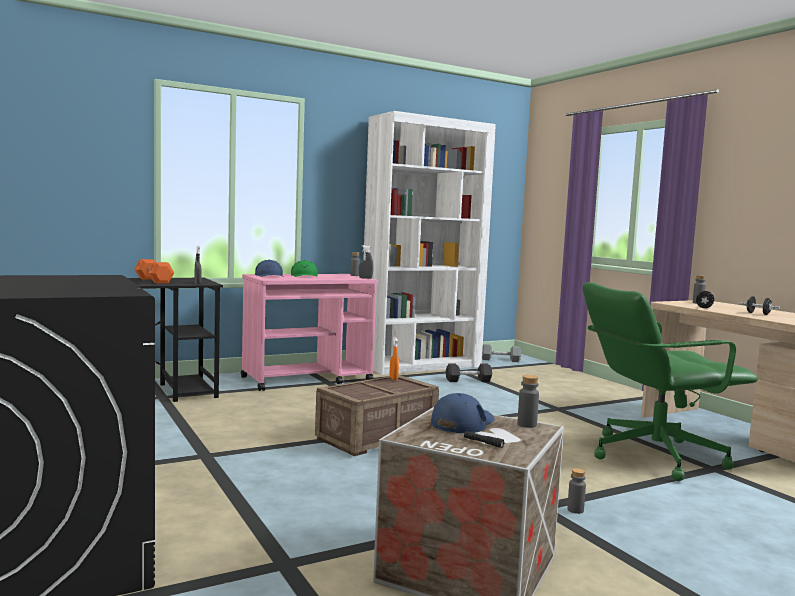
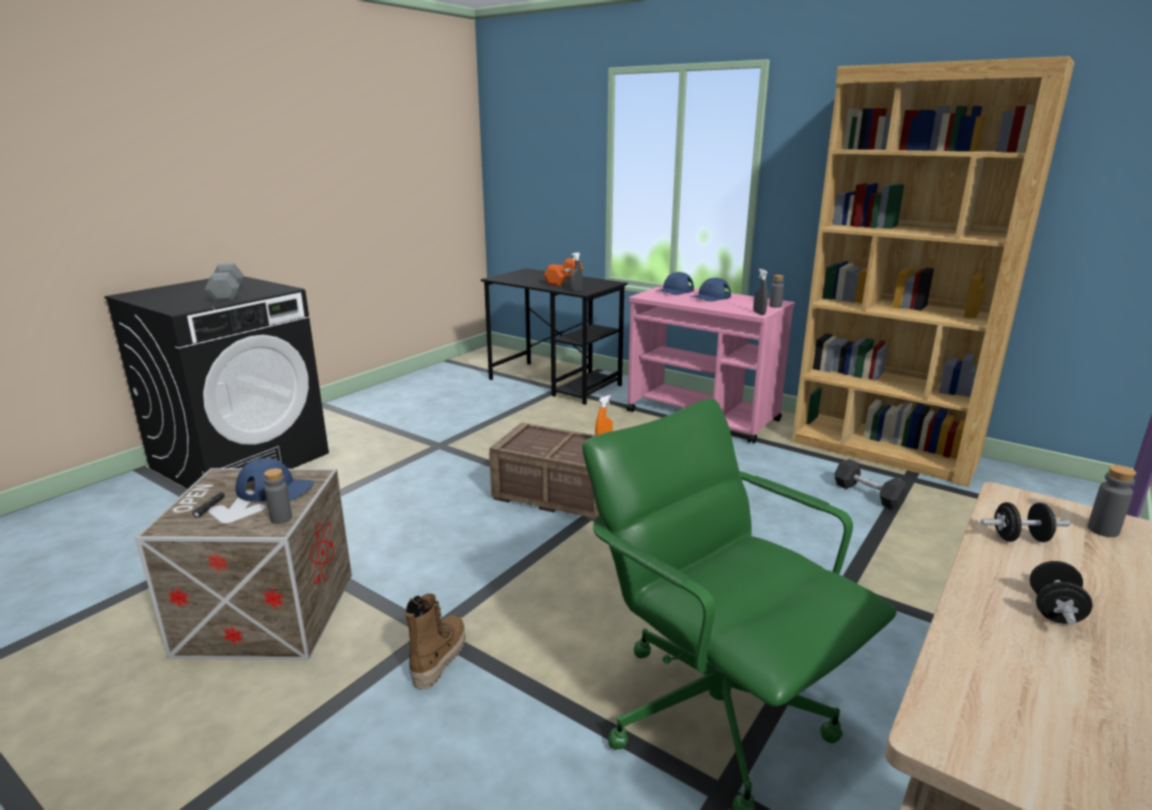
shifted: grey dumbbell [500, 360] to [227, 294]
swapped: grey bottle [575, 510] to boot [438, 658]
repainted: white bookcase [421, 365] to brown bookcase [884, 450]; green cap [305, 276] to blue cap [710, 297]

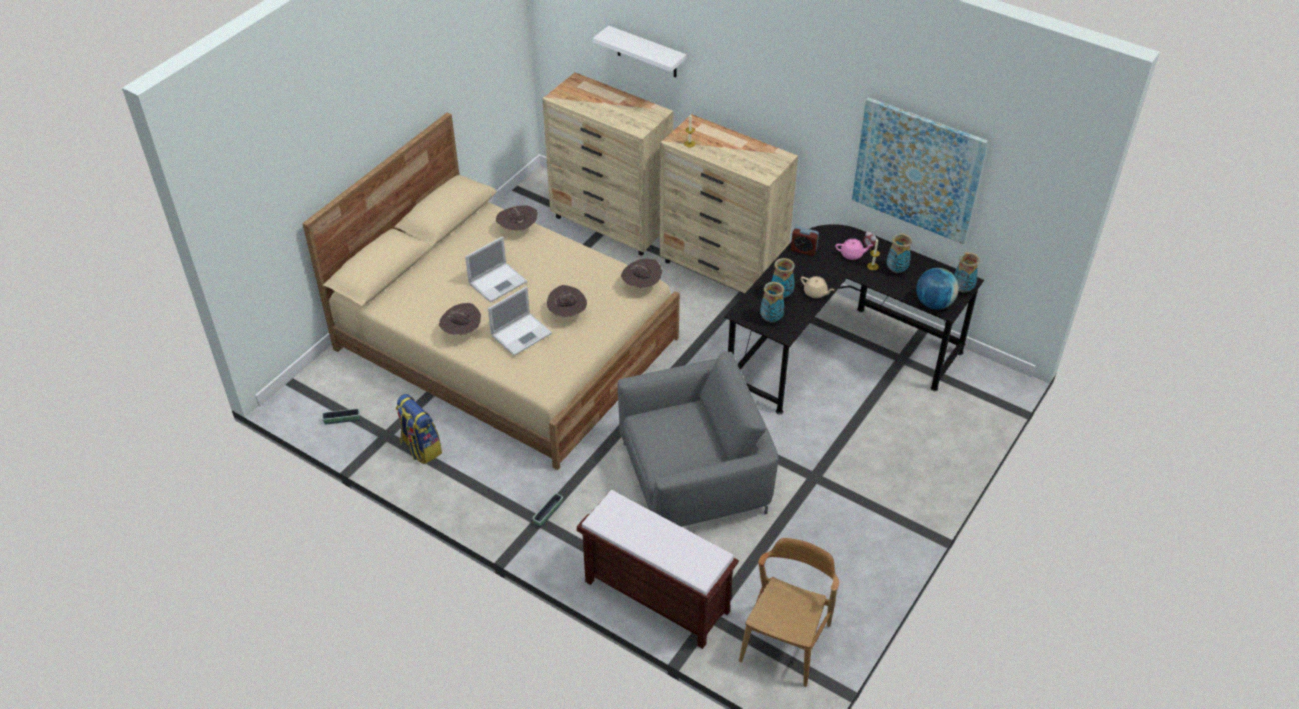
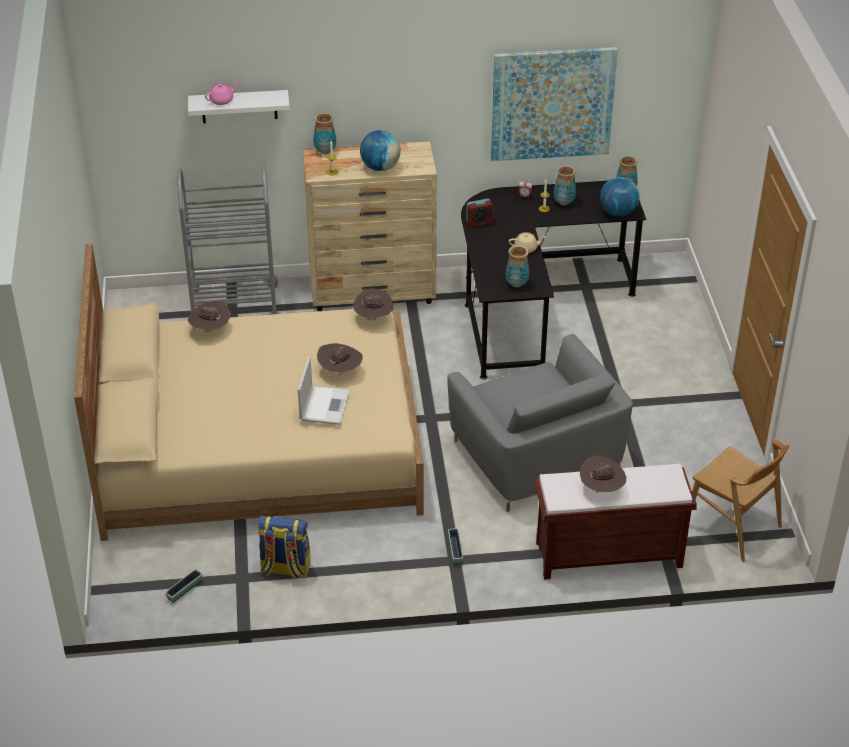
gone: laptop [498, 282]
new: globe [380, 167]
shifted: pink teapot [852, 254] to [222, 100]; vase [781, 294] to [325, 151]; brown hat [462, 332] to [601, 488]
swapped: beige dresser [611, 224] to grey cart [234, 305]
rotated: grey armchair [694, 478] = [536, 456] 120 degrees clockwise; brown chair [785, 643] = [732, 526] 150 degrees clockwise

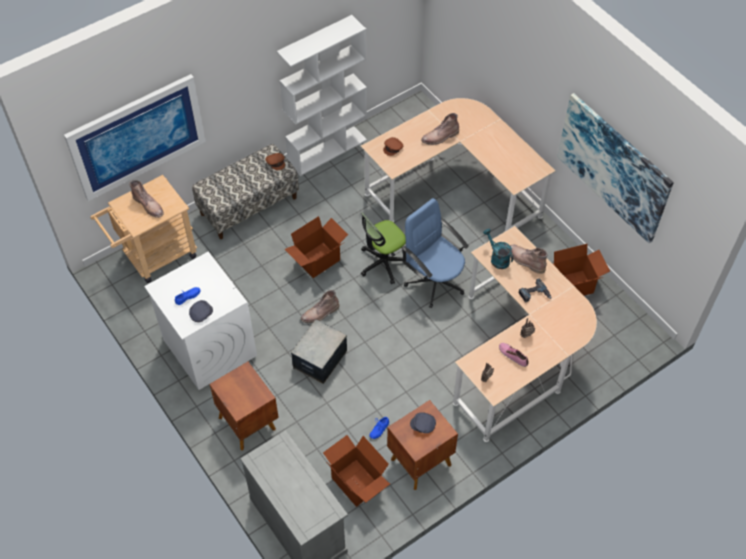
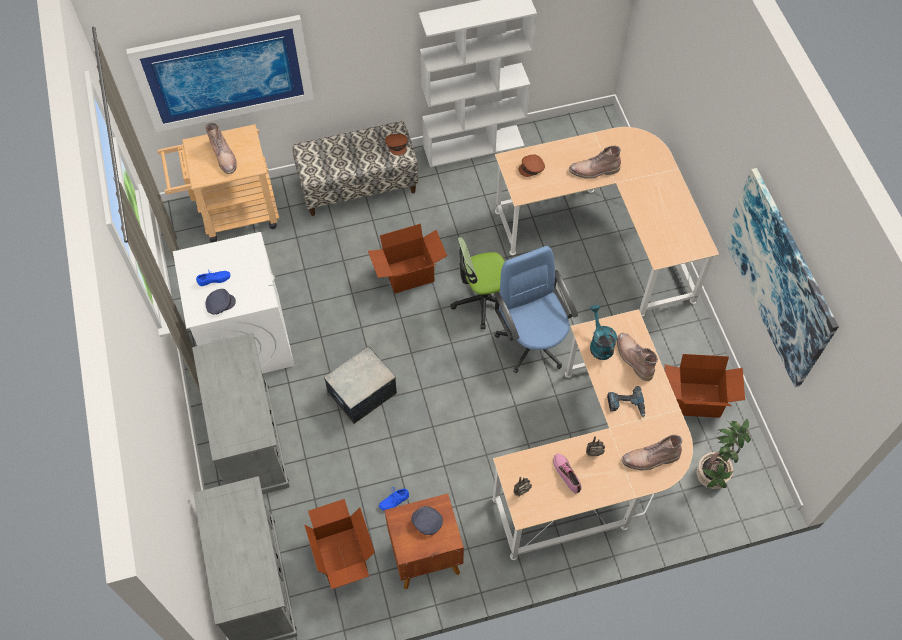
new: potted plant [713, 475]
shifted: brown boot [320, 313] to [650, 459]
swapped: brown nightstand [247, 422] to grey cabinet [251, 441]

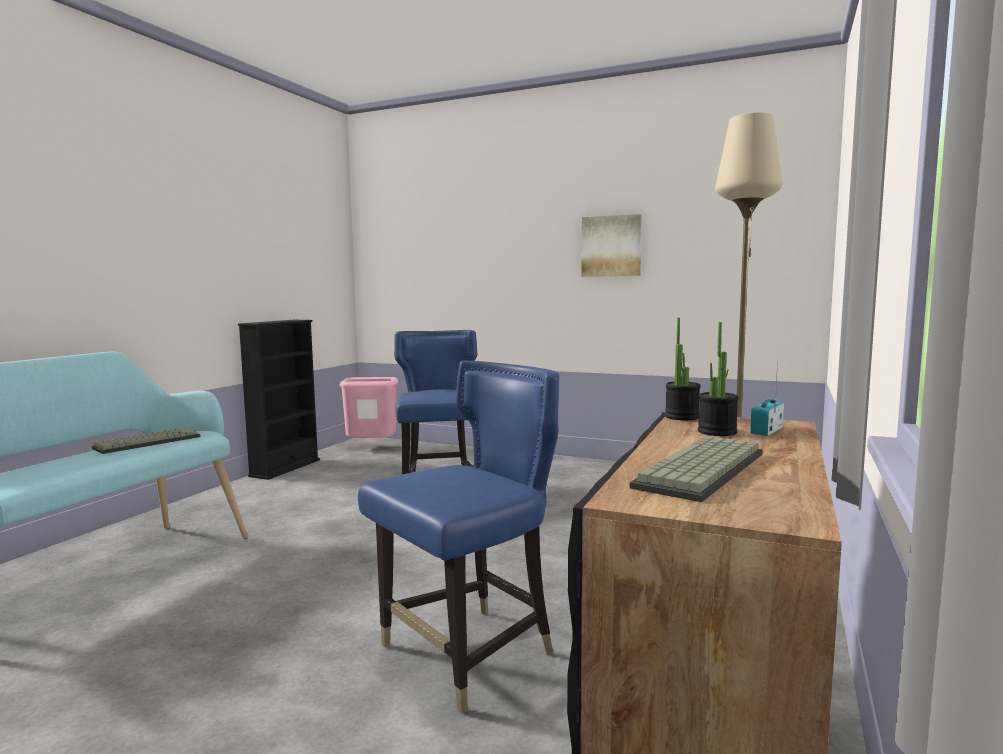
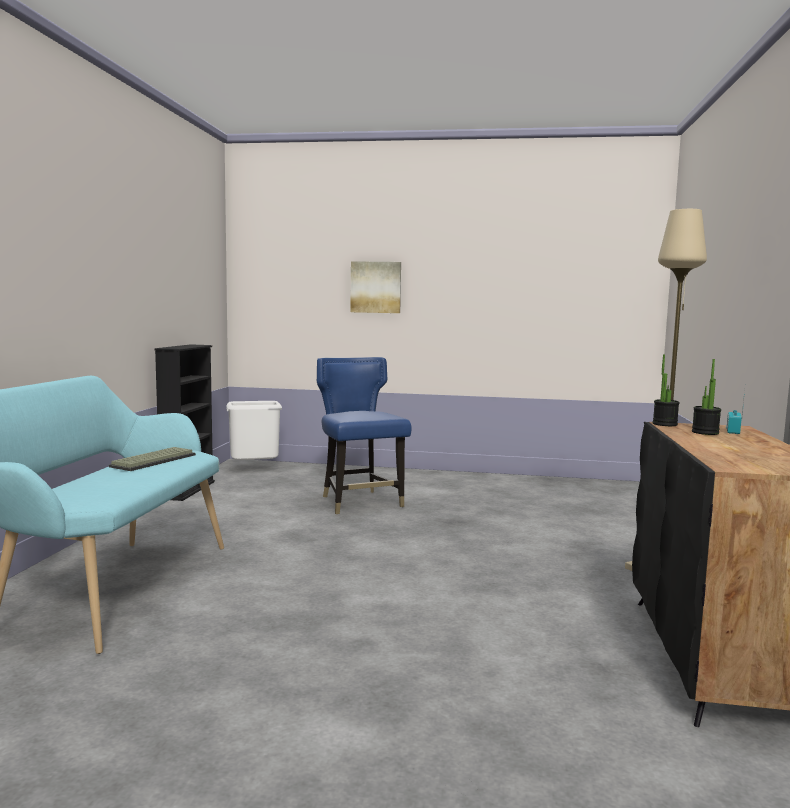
gone: blue chair [469, 653]; keyboard [704, 471]
shifted: picture [611, 246] to [376, 287]
repainted: pink trash can [372, 448] to white trash can [255, 469]

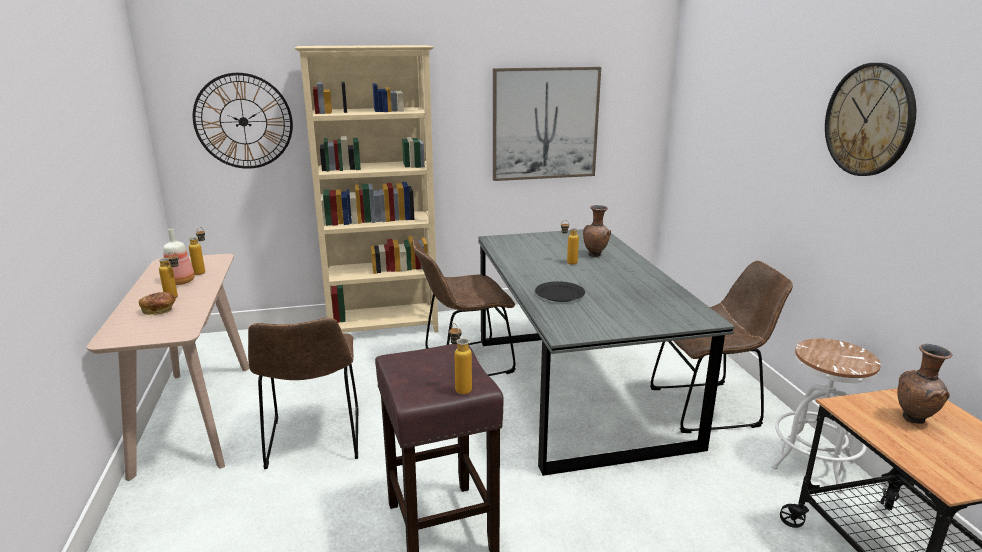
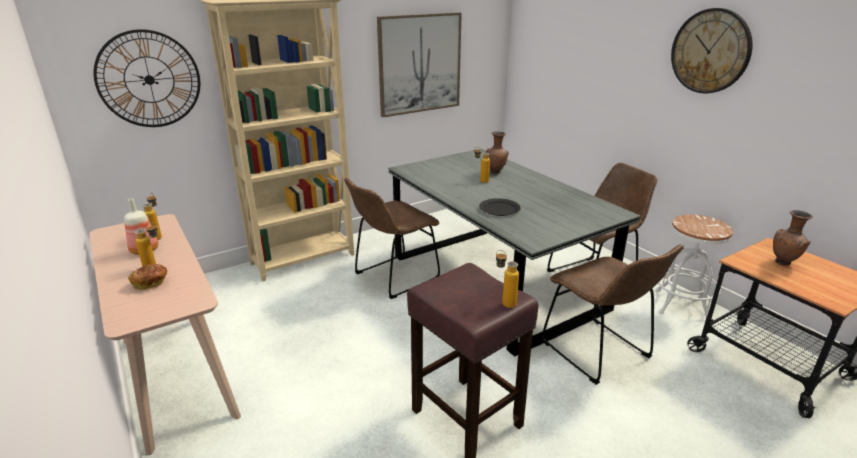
shifted: brown chair [314, 442] to [599, 353]

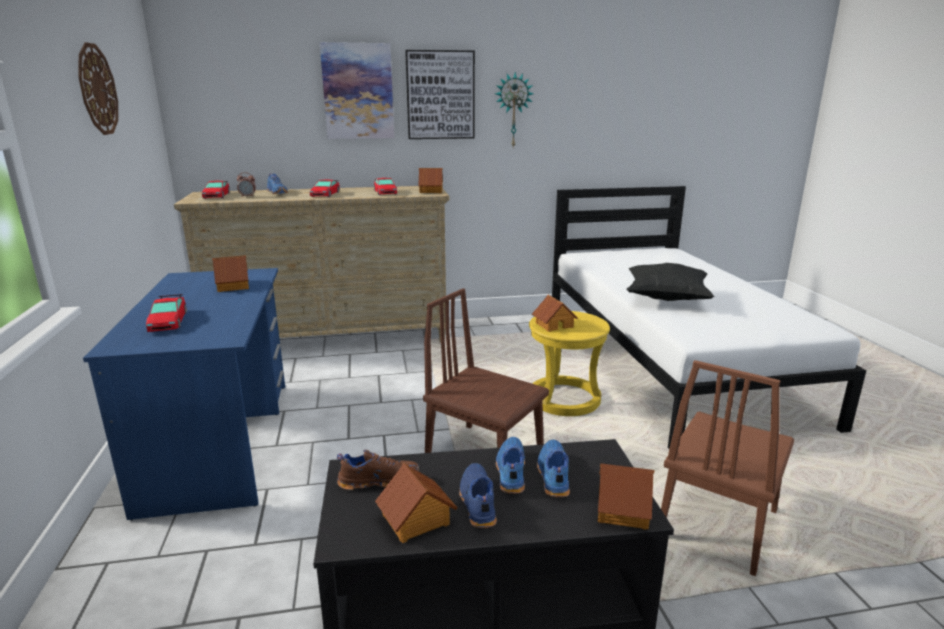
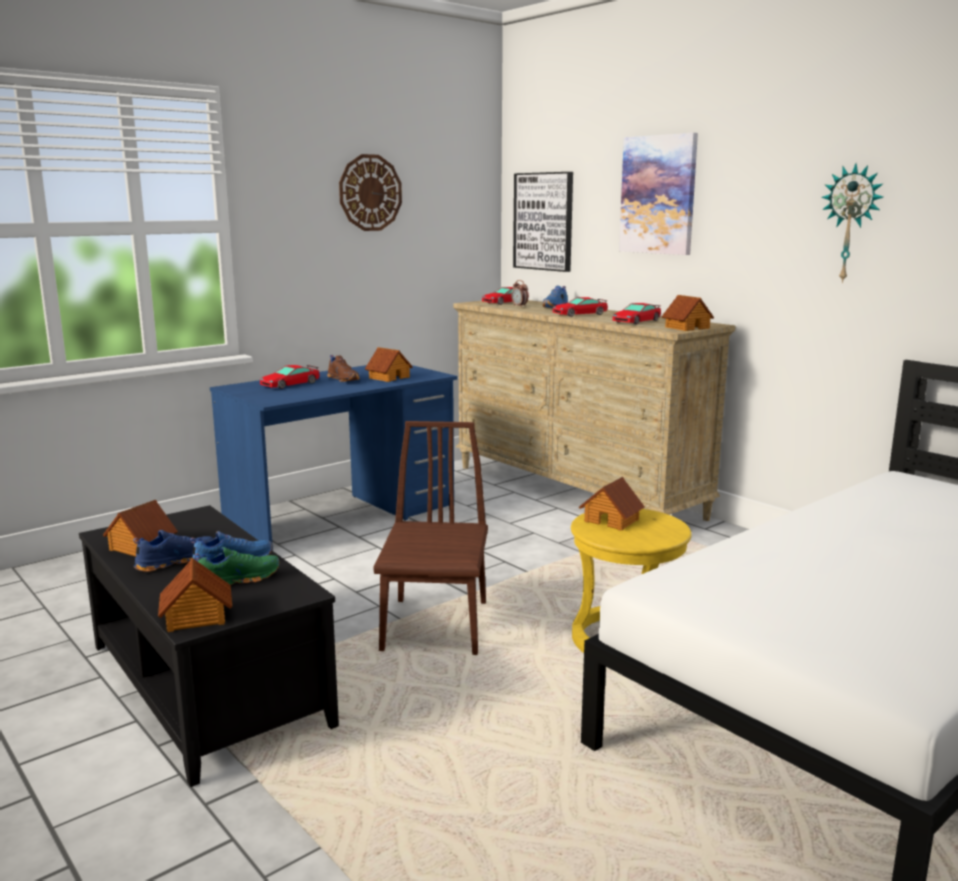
gone: black pillow [666, 299]; brown chair [717, 523]
shifted: picture [440, 95] to [544, 221]; brown shoe [378, 480] to [344, 379]
repainted: blue shoe [552, 475] to green shoe [237, 580]

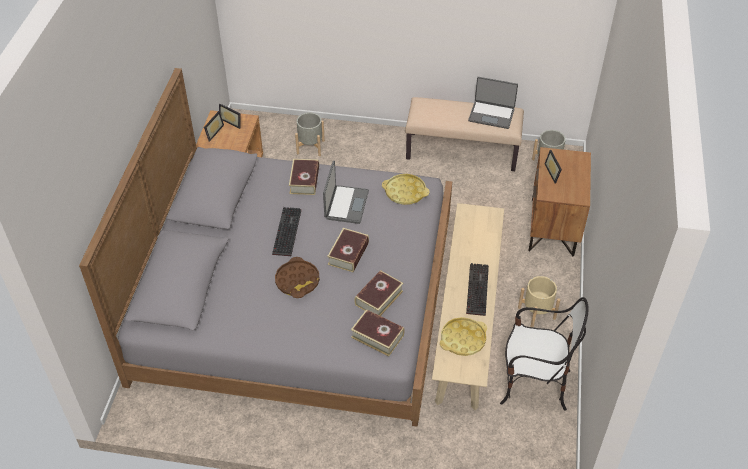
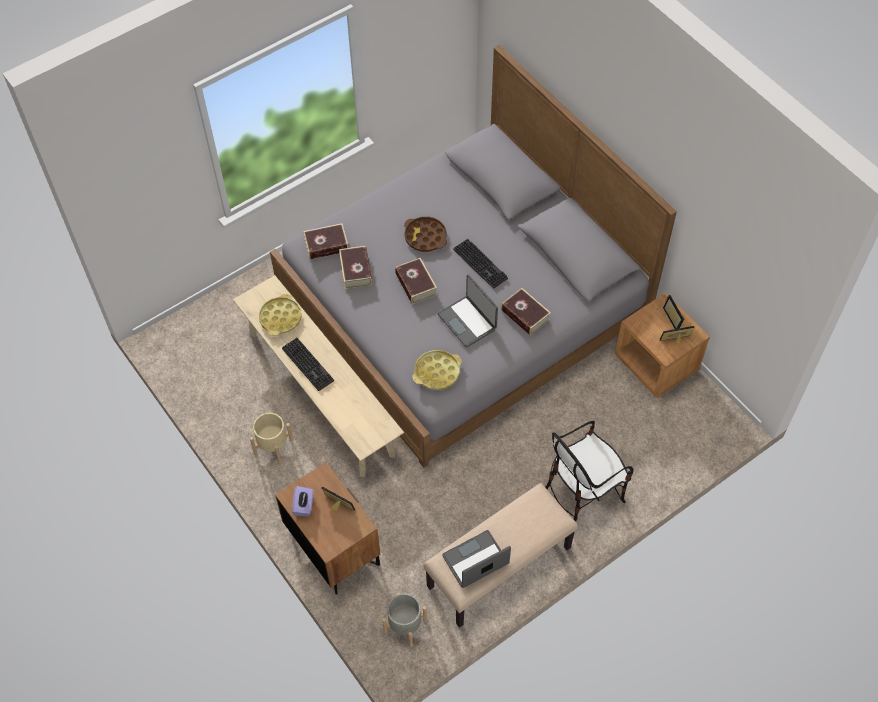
gone: grey planter [310, 147]
new: purple tissue box [304, 506]
shifted: chair [533, 384] to [582, 494]

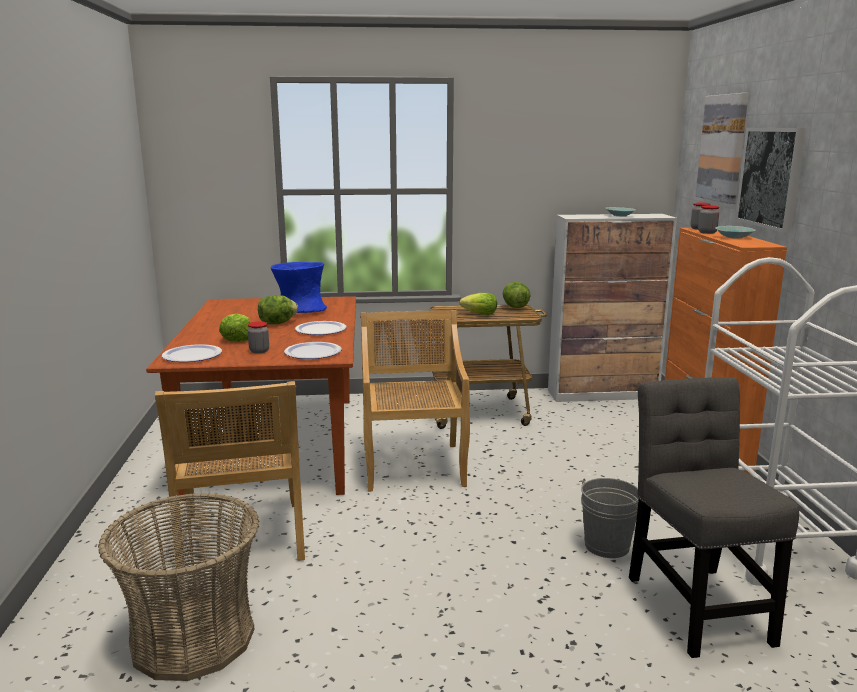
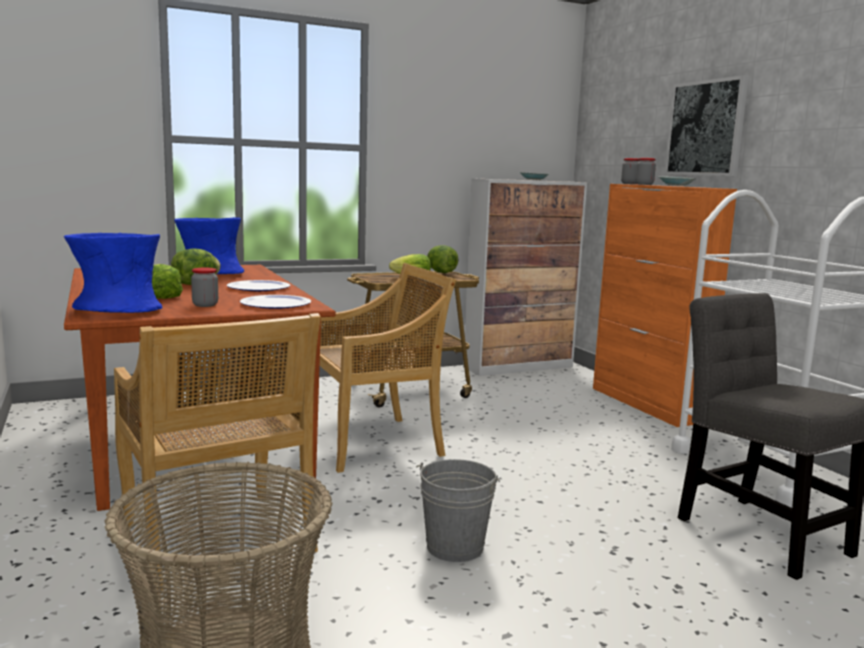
gone: picture [723, 148]
shifted: grey bucket [606, 545] to [454, 547]
swapped: plate [192, 355] to blue vase [118, 310]
rotated: beige chair [413, 466] = [375, 443] 90 degrees clockwise

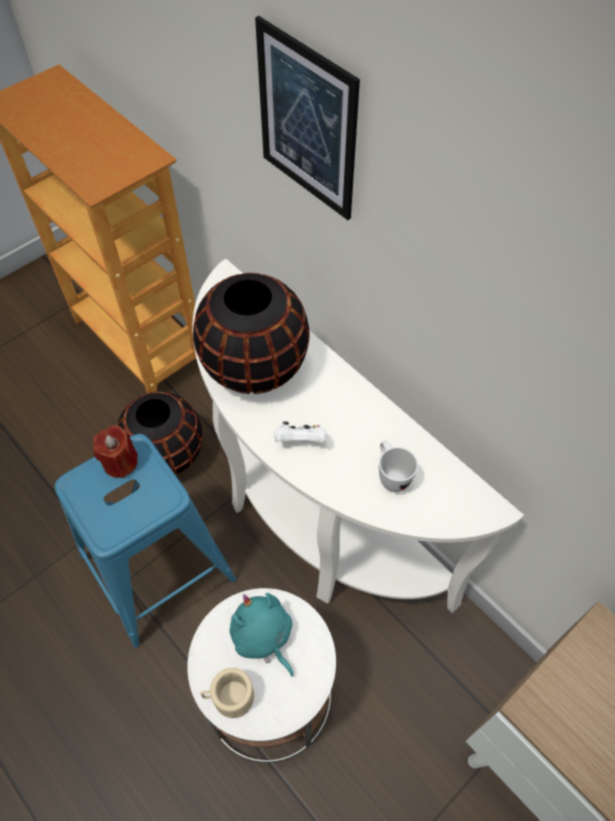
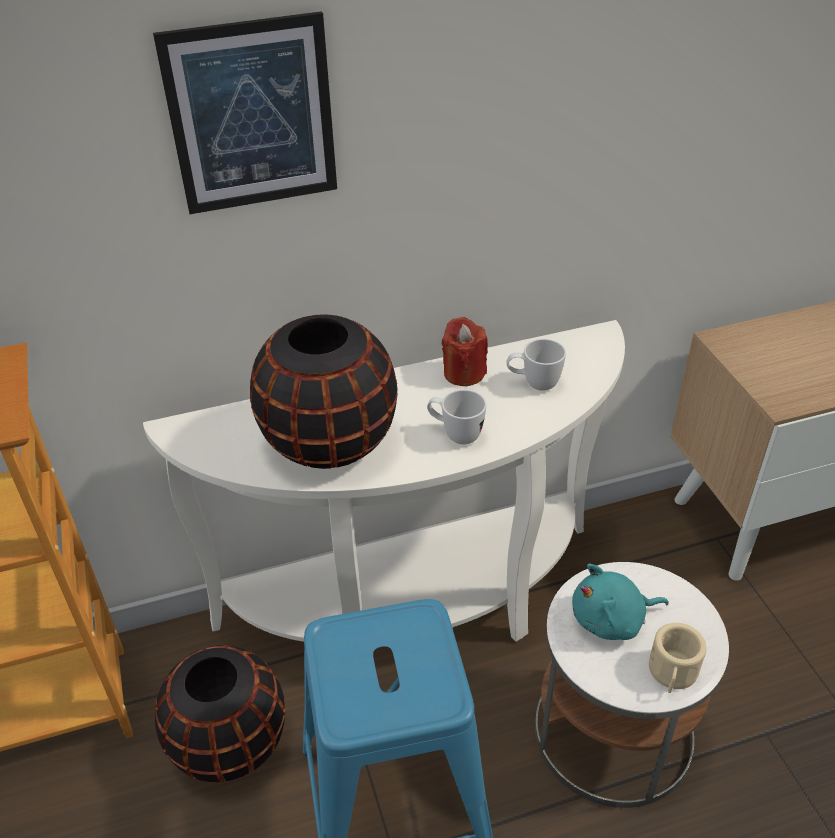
shifted: red candle [120, 462] to [464, 373]
swapped: white game controller [300, 441] to white mug [455, 434]

